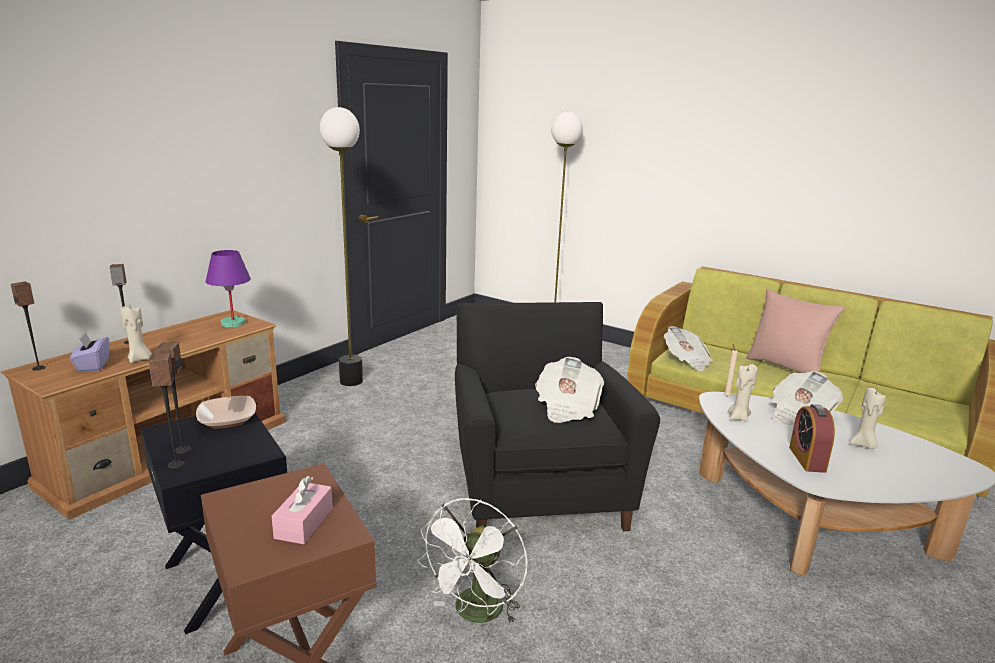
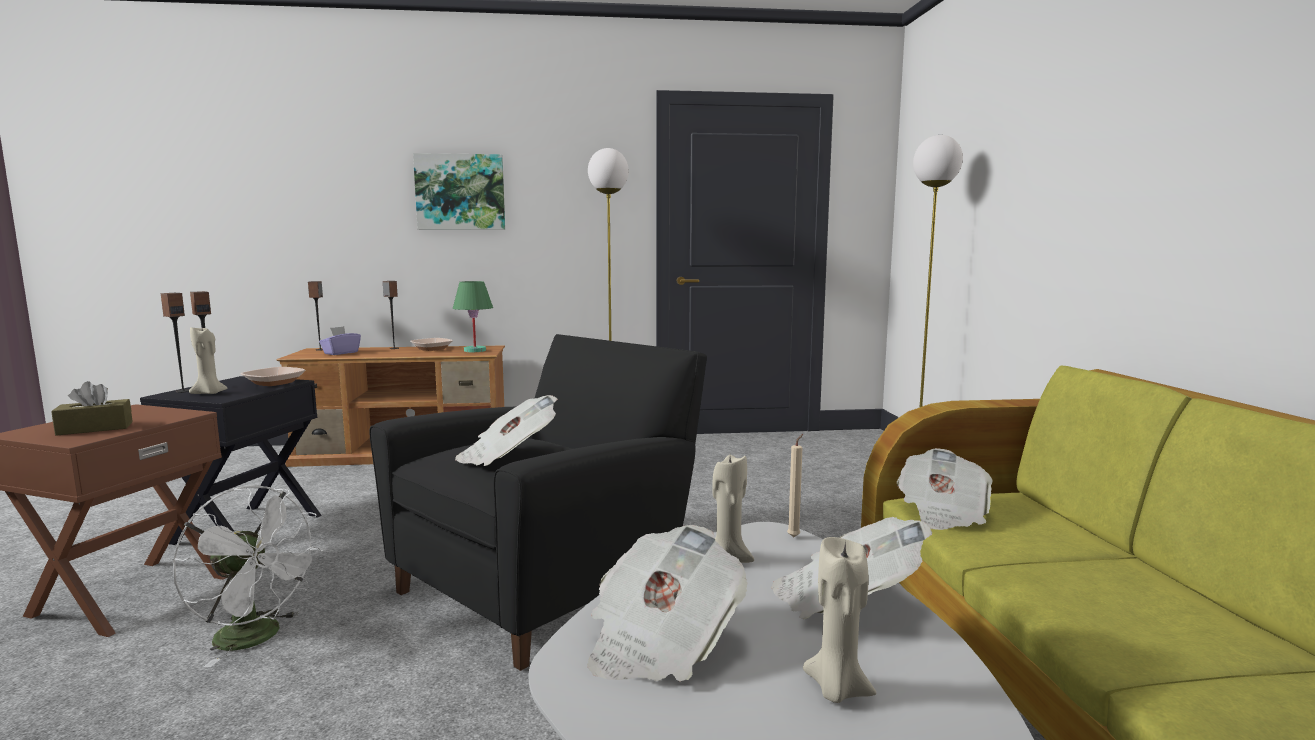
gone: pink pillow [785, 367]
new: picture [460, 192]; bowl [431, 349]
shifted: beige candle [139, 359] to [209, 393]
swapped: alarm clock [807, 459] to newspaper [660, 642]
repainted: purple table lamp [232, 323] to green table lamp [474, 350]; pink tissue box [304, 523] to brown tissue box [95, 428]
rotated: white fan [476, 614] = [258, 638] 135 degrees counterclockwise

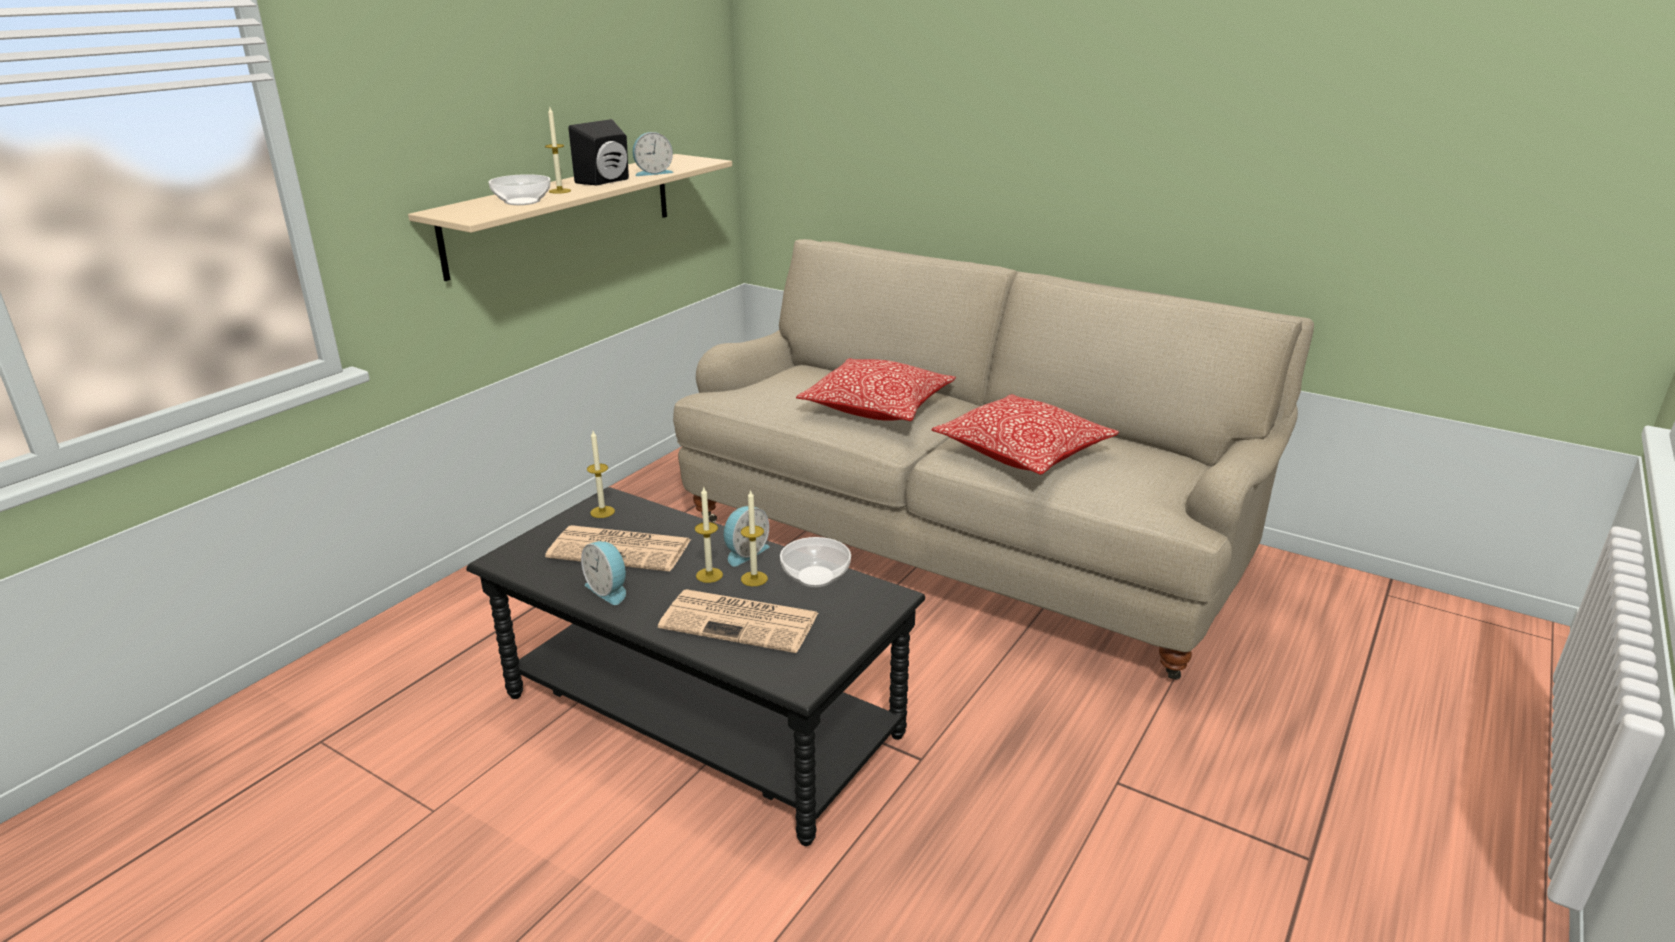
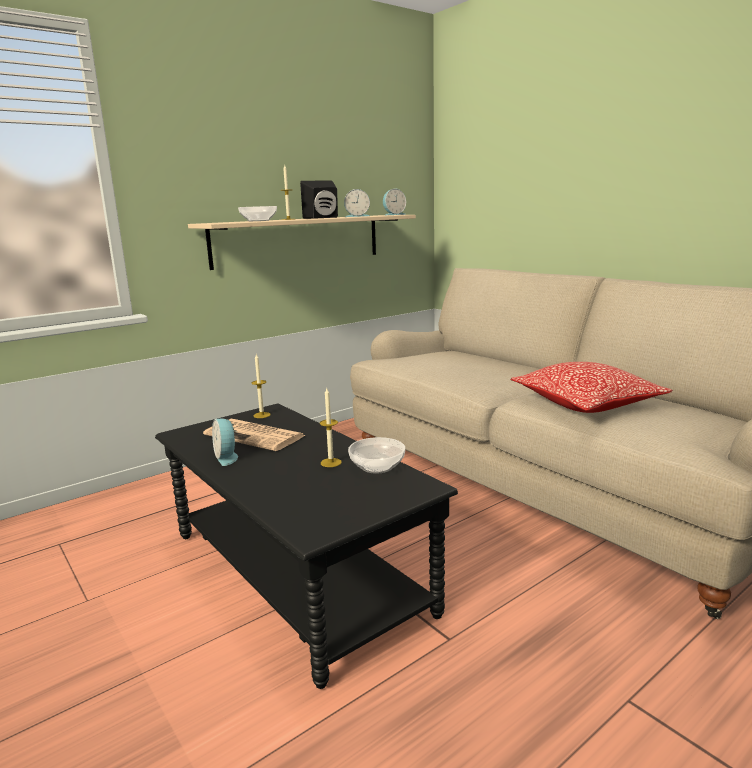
gone: pillow [877, 408]; candle [709, 575]; newspaper [742, 621]
shifted: alarm clock [744, 552] to [393, 215]

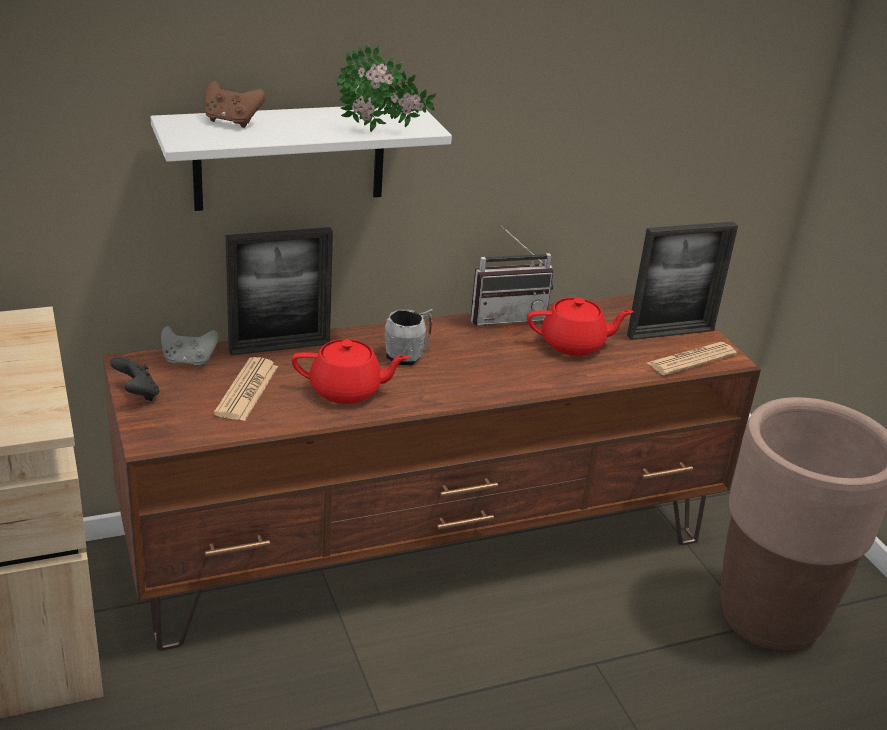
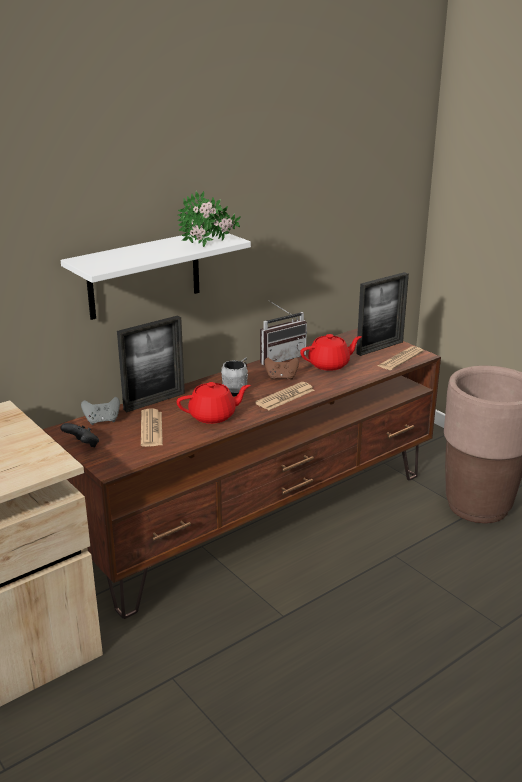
new: newspaper [285, 397]
shifted: brown game controller [232, 122] to [281, 378]

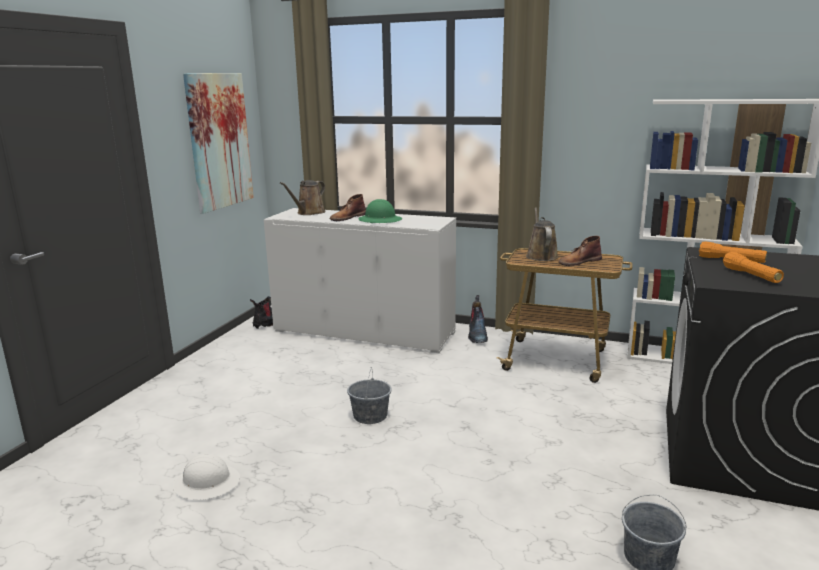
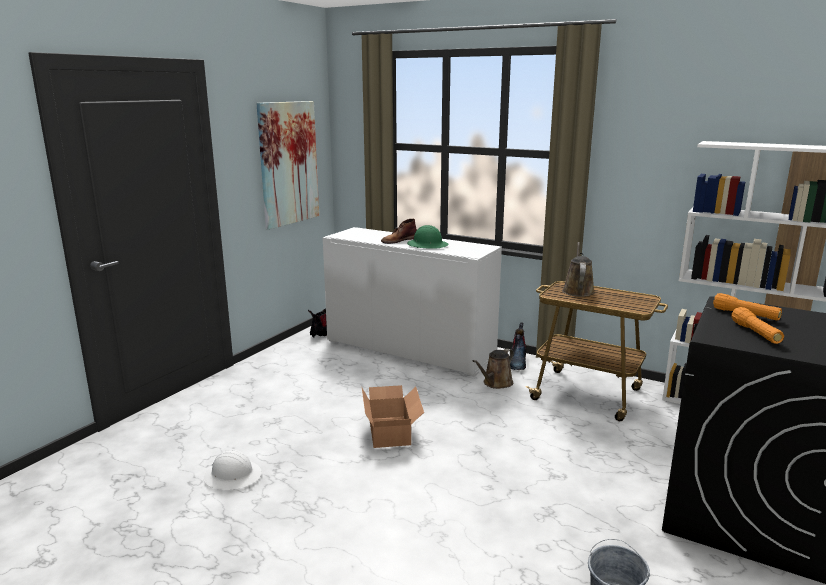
gone: brown boot [579, 261]
shifted: brown watering can [309, 213] to [496, 383]
swapped: grey bucket [370, 416] to cardboard box [391, 431]

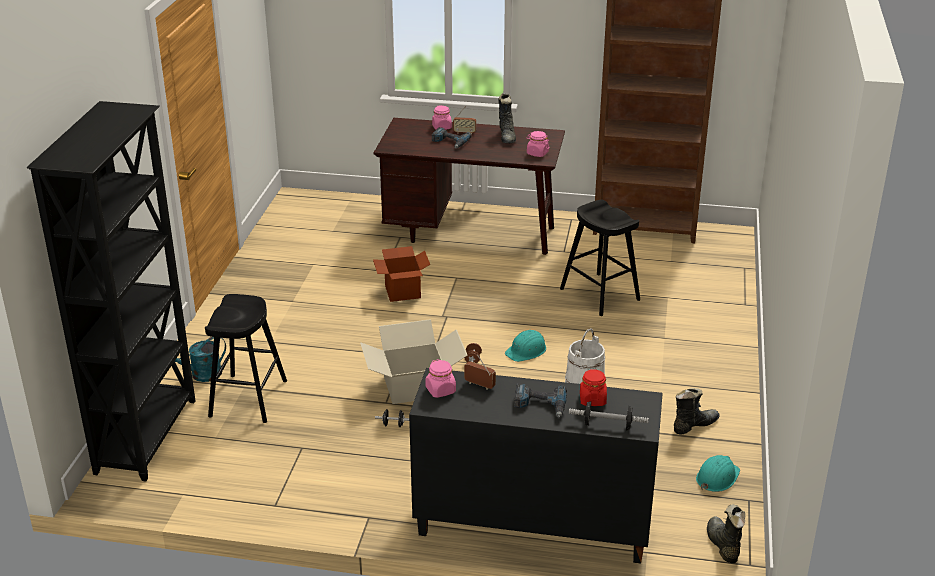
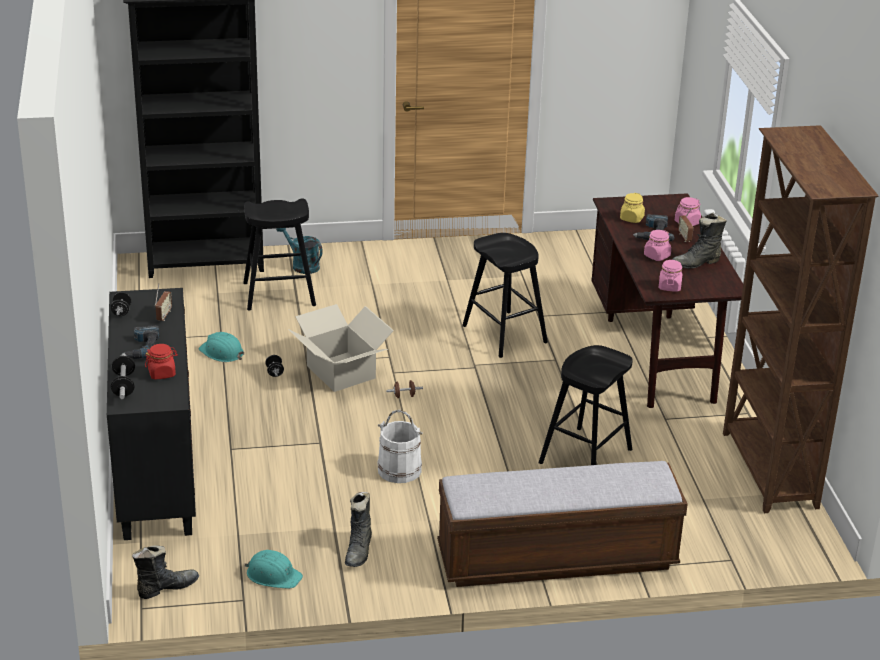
new: yellow jar [631, 218]; black dumbbell [121, 312]; bench [556, 558]
shifted: turquoise hard hat [526, 351] to [222, 352]; pink jar [441, 390] to [656, 256]
swapped: cardboard box [403, 292] to black stool [504, 334]
rotated: black boot [694, 425] = [359, 551] 60 degrees clockwise

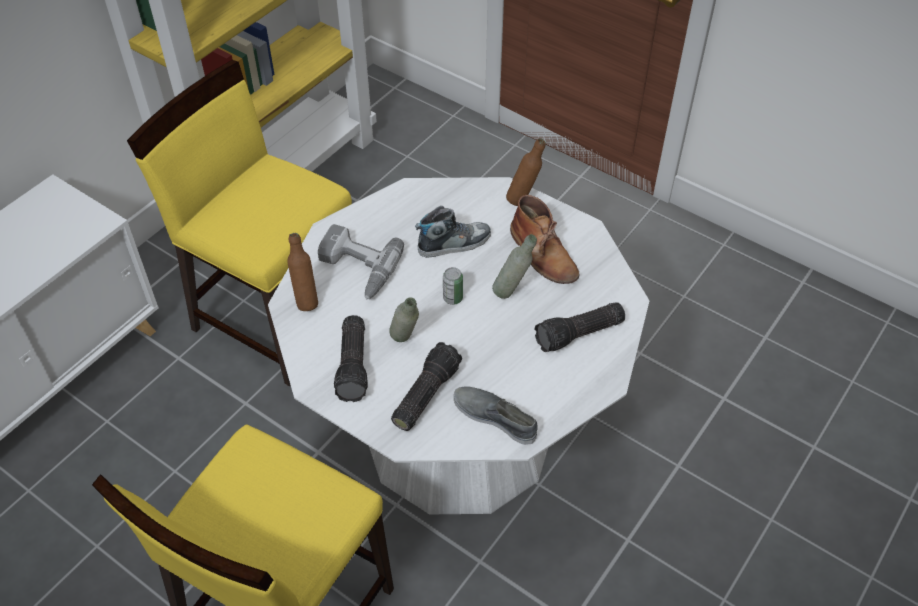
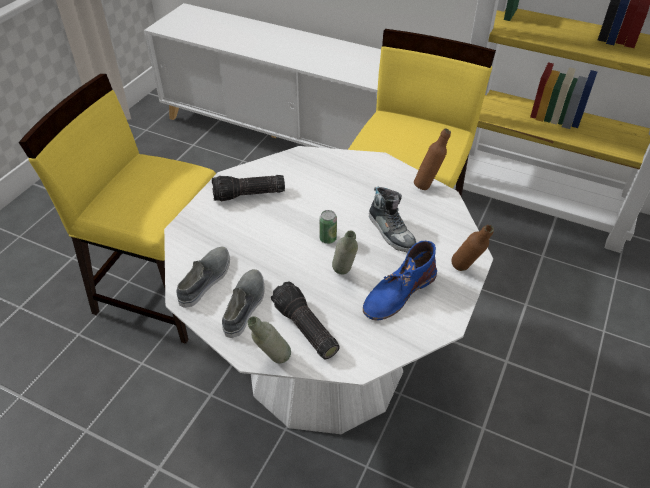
gone: power drill [356, 269]; flashlight [425, 394]
new: grey shoe [245, 306]
shifted: brown bottle [306, 300] to [428, 185]; grey bottle [405, 343] to [272, 362]
repainted: brown boot [543, 254] to blue boot [398, 293]

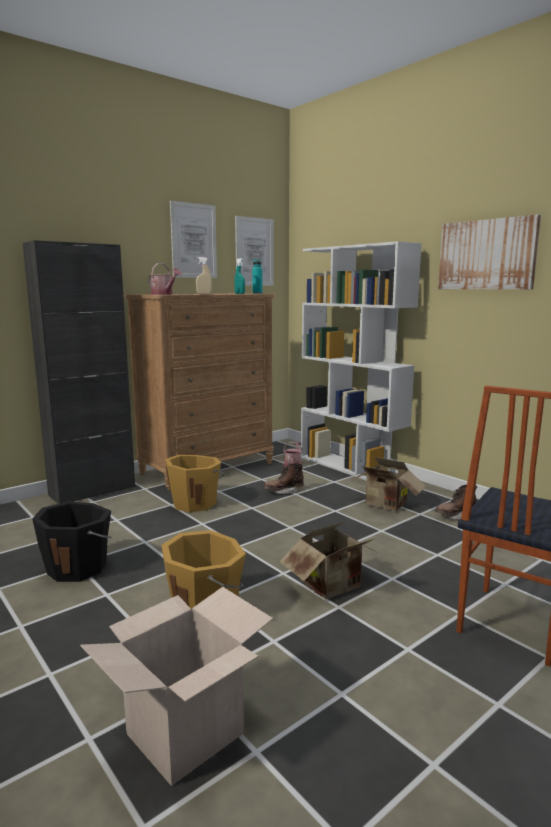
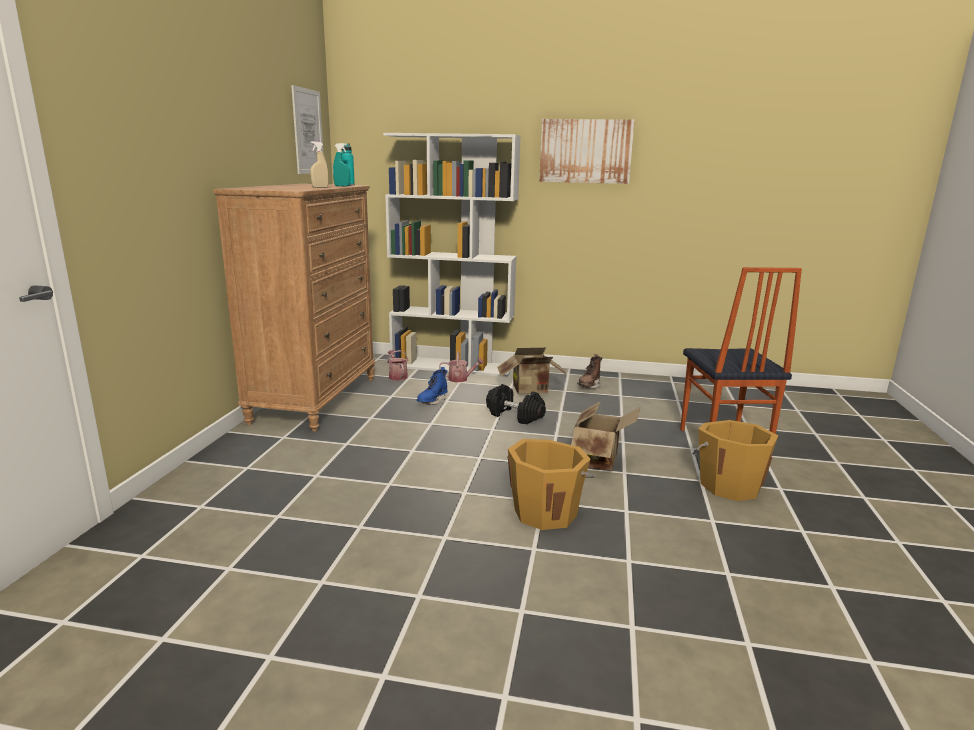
gone: picture [194, 241]; black cabinet [92, 491]; black bucket [78, 567]; cardboard box [185, 733]
new: black dumbbell [514, 416]
shifted: watering can [164, 294] to [461, 379]; orange bucket [195, 503] to [729, 485]
repainted: brown boot [283, 491] to blue boot [432, 401]

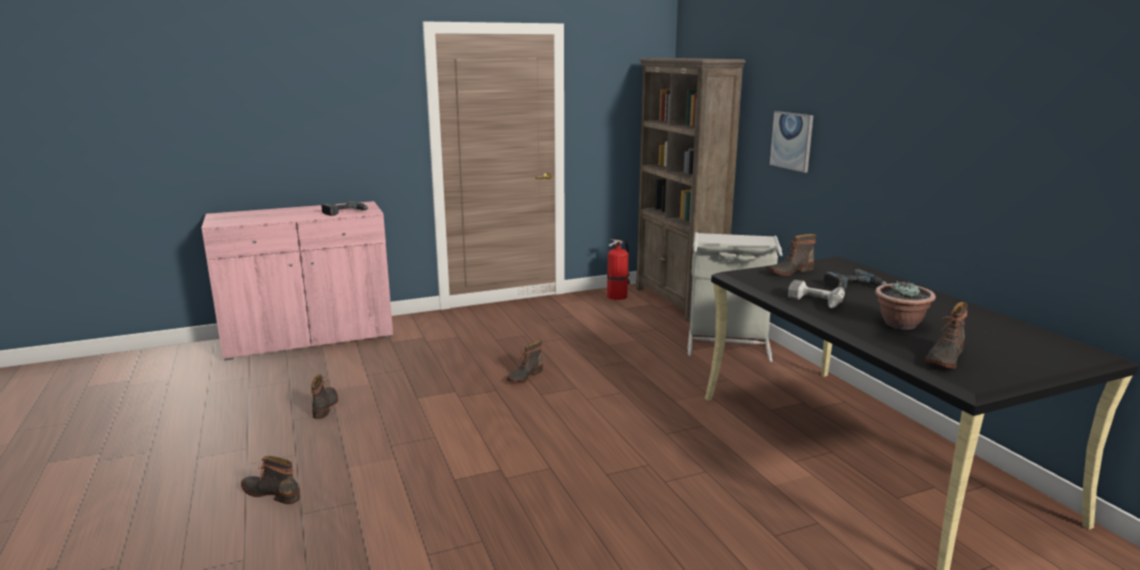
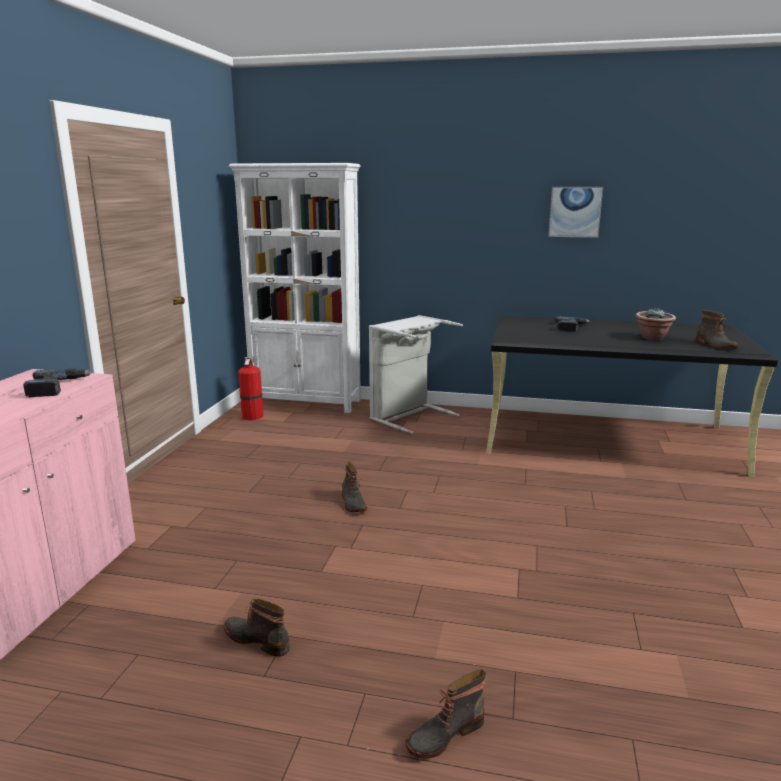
gone: boot [789, 271]; power drill [814, 302]
shifted: picture [792, 141] to [575, 212]
repainted: brown bookcase [678, 301] to white bookcase [307, 402]

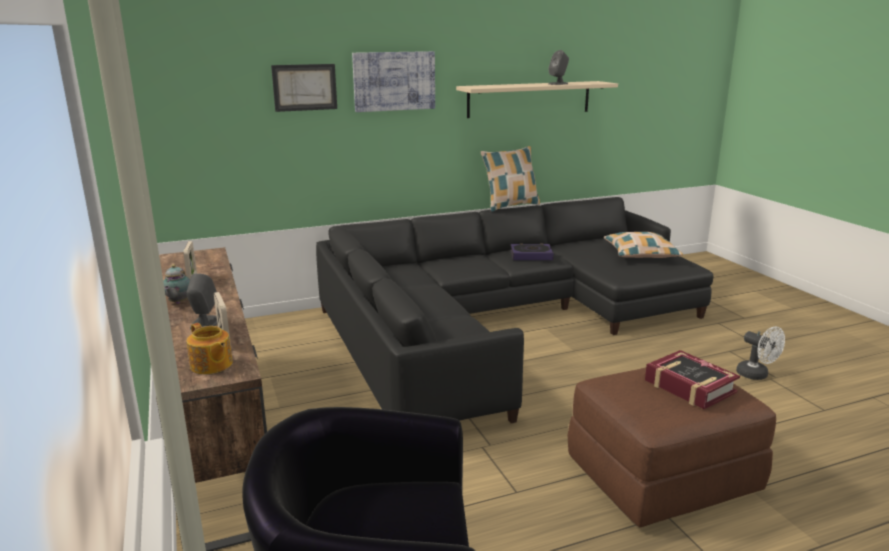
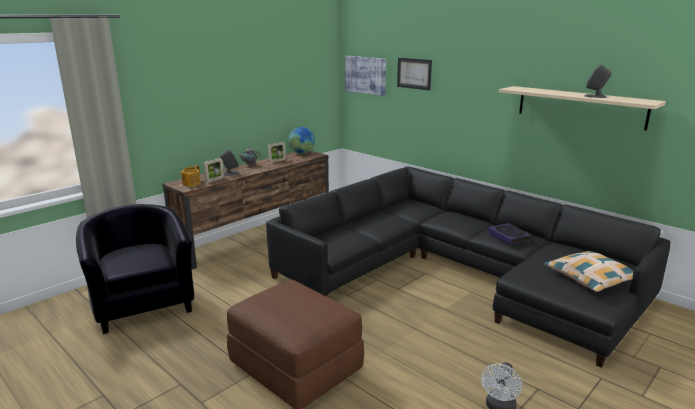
gone: pillow [510, 206]; book [689, 386]
new: globe [302, 153]
shifted: picture [394, 81] to [365, 75]

